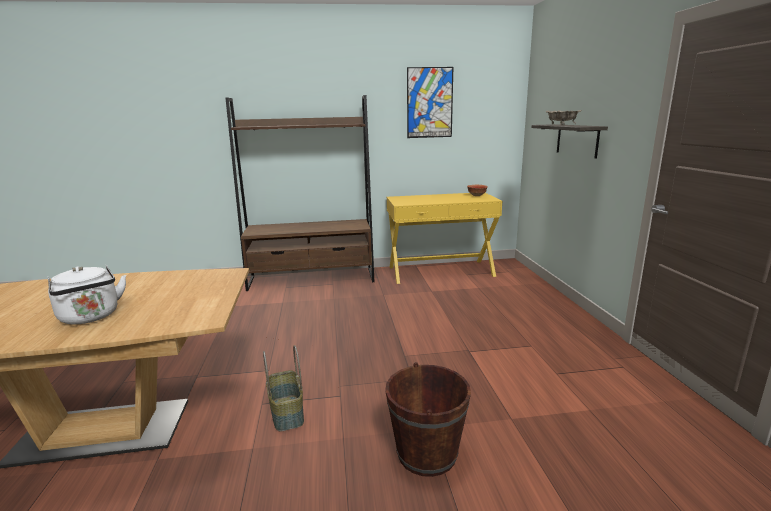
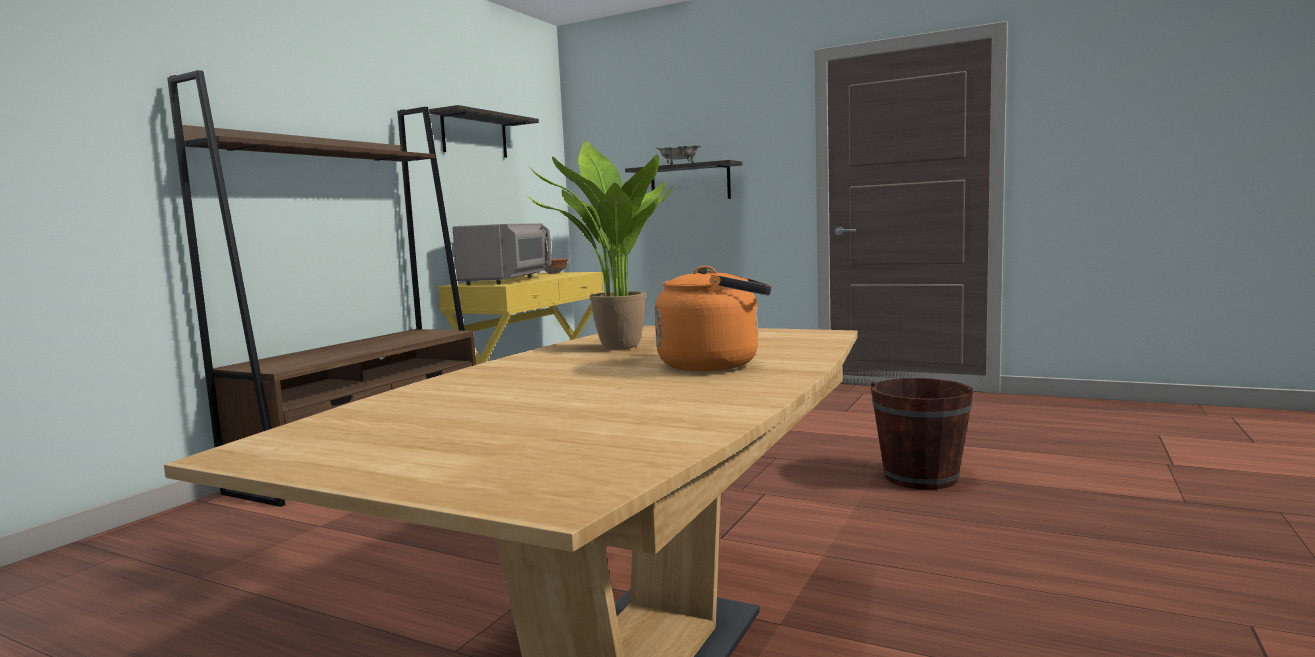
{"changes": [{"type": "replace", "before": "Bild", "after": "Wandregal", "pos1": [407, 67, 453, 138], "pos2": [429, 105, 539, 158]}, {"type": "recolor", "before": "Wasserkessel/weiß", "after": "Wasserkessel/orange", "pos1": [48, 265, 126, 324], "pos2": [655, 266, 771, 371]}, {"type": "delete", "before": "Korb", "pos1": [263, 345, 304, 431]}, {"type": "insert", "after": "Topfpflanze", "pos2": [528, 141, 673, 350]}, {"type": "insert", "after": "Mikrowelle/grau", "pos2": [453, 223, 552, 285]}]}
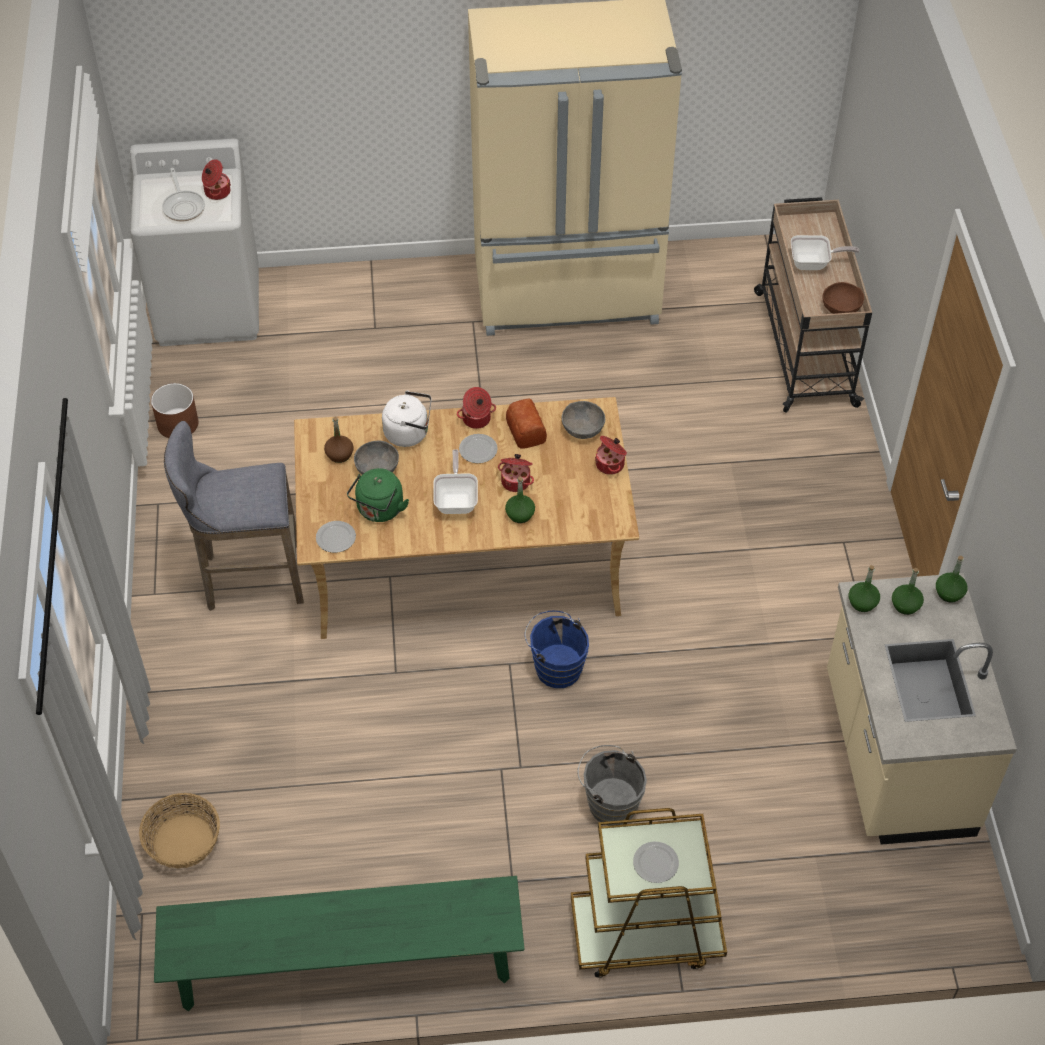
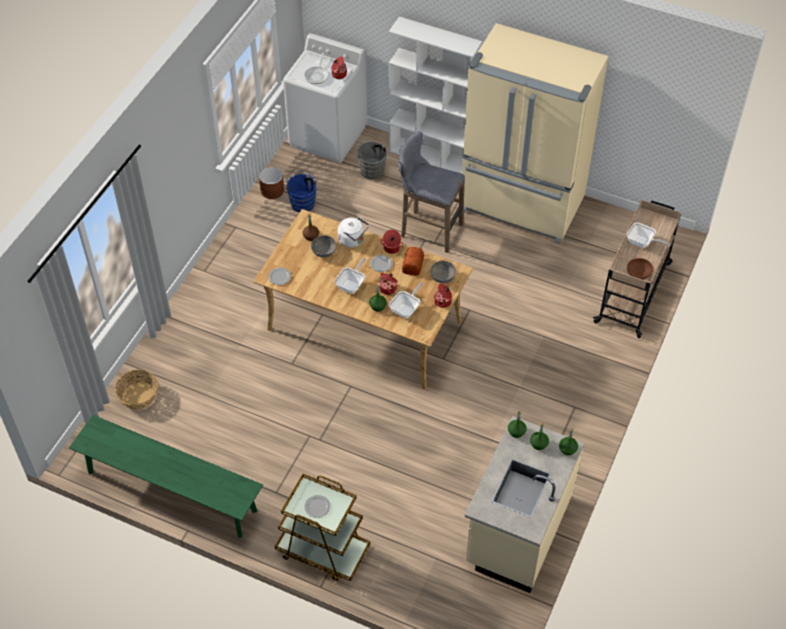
{"changes": [{"type": "move", "before": "Hocker/grau", "pos1": [164, 421, 304, 611], "pos2": [398, 131, 465, 253]}, {"type": "delete", "before": "Wasserkessel/grün", "pos1": [347, 468, 409, 522]}, {"type": "move", "before": "Eimer/blau", "pos1": [525, 611, 589, 688], "pos2": [285, 171, 318, 212]}, {"type": "move", "before": "Eimer/grau", "pos1": [577, 745, 647, 826], "pos2": [356, 139, 387, 180]}, {"type": "insert", "after": "Bücherregal/weiß", "pos2": [389, 17, 482, 174]}, {"type": "insert", "after": "Pfanne", "pos2": [389, 283, 423, 318]}]}
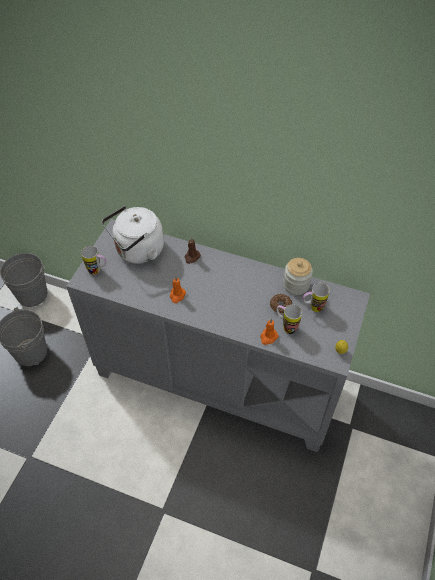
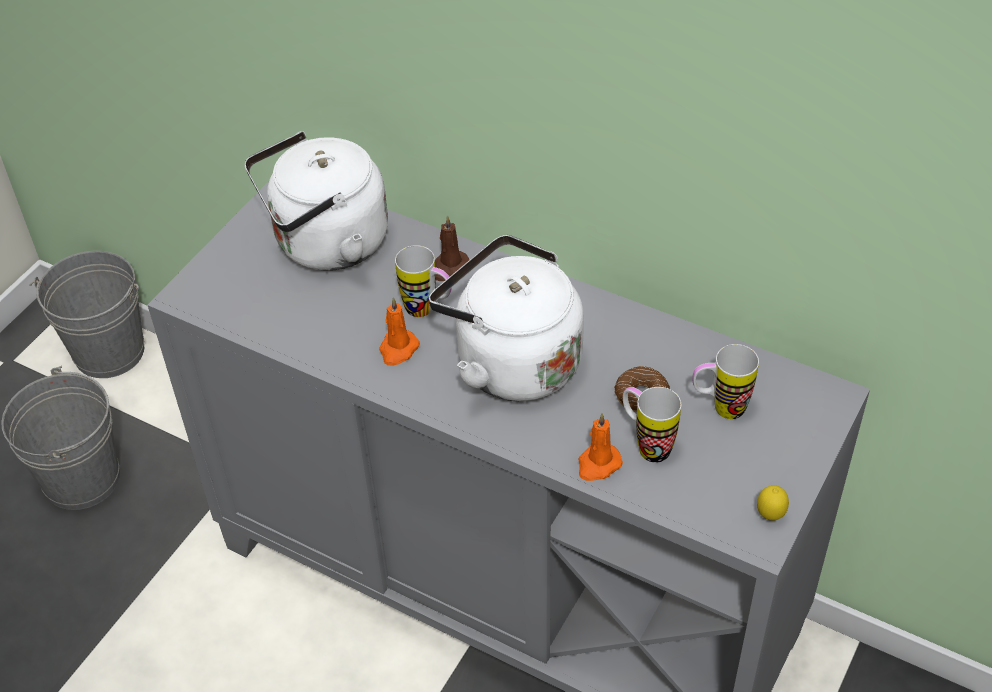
{"changes": [{"type": "move", "before": "Henkelbecher", "pos1": [81, 246, 106, 275], "pos2": [395, 245, 452, 317]}, {"type": "delete", "before": "Vorratsglas", "pos1": [283, 258, 313, 295]}, {"type": "insert", "after": "Wasserkessel/weiß", "pos2": [429, 235, 584, 401]}]}
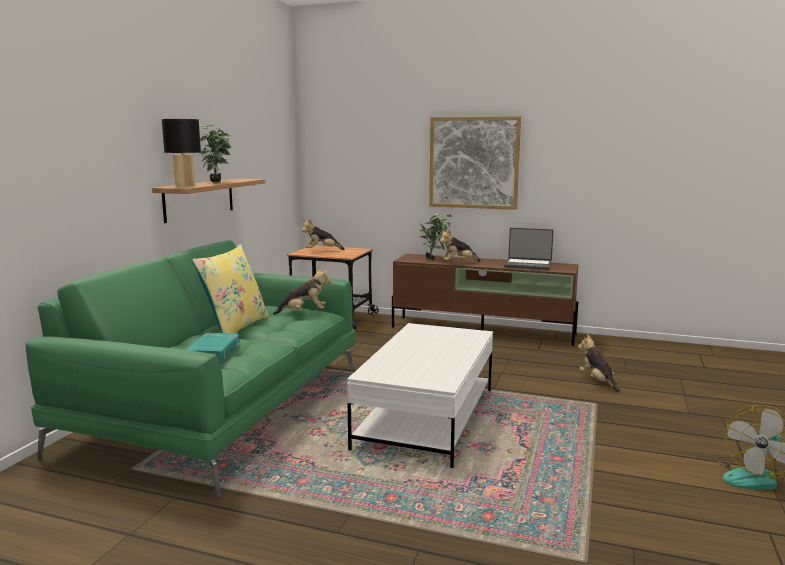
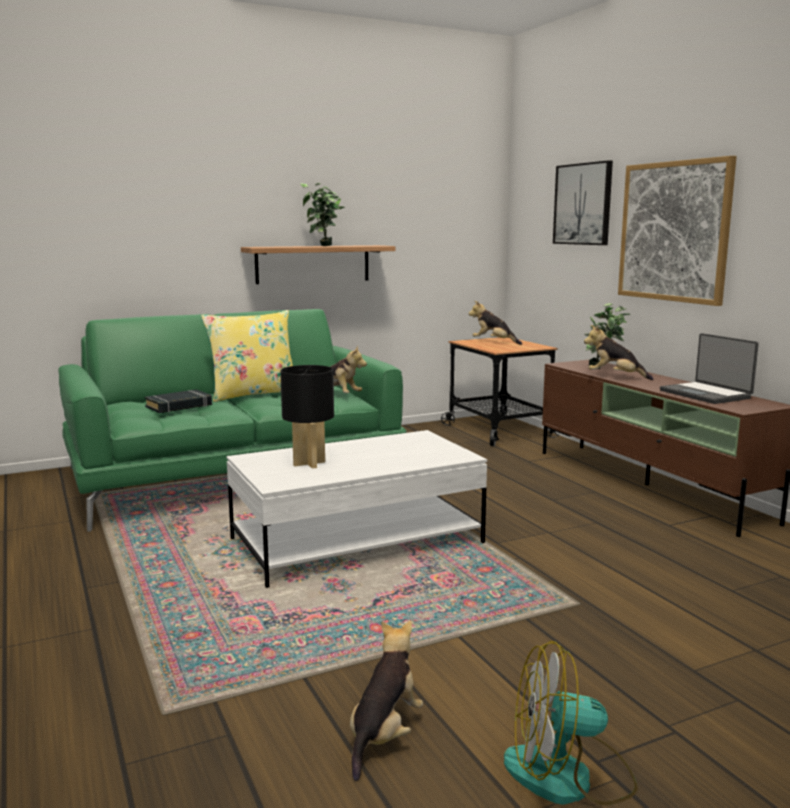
{"changes": [{"type": "move", "before": "Tischlampe/schwarz", "pos1": [162, 119, 201, 187], "pos2": [280, 365, 334, 469]}, {"type": "recolor", "before": "Buch/türkis", "after": "Buch/schwarz", "pos1": [185, 333, 239, 361], "pos2": [145, 389, 212, 413]}, {"type": "move", "before": "Plüschtier", "pos1": [578, 334, 621, 393], "pos2": [350, 621, 423, 781]}, {"type": "insert", "after": "Bild", "pos2": [553, 160, 613, 245]}]}
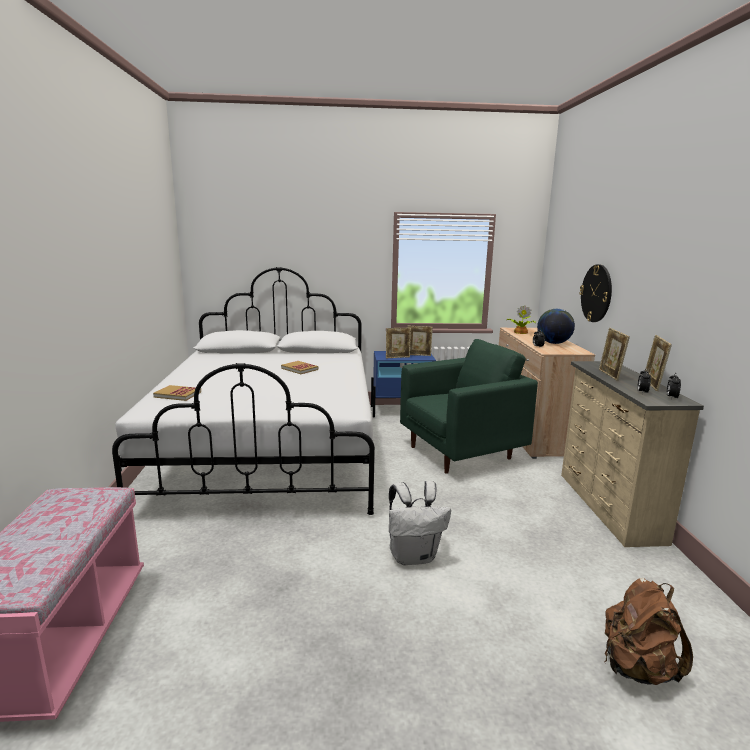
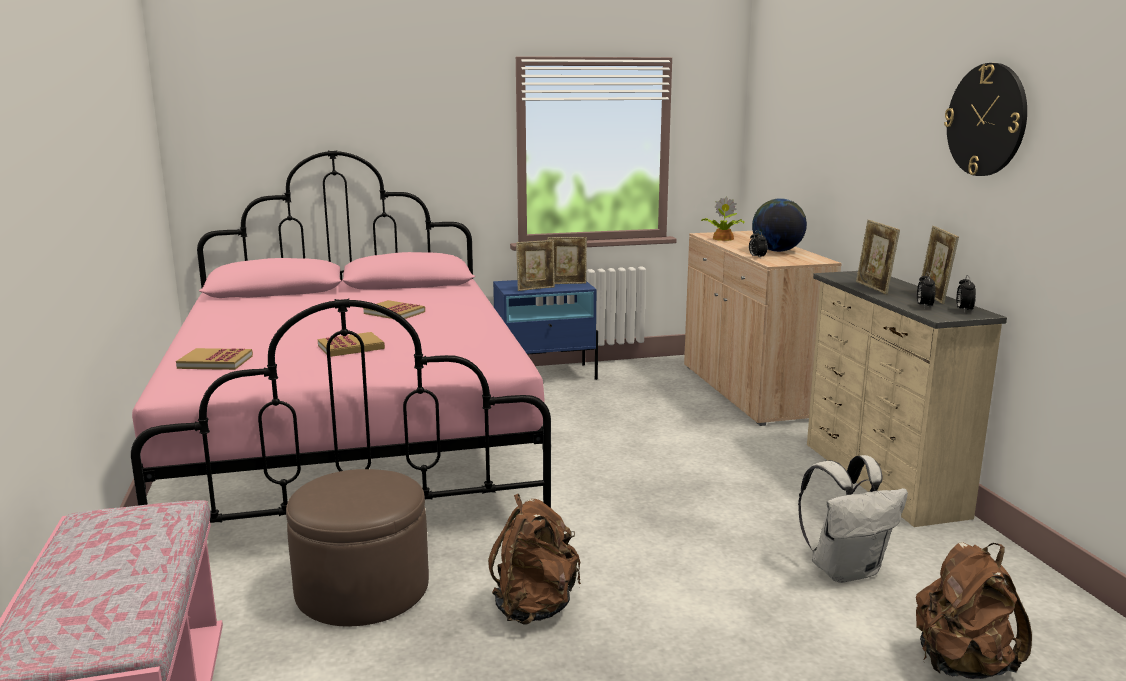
{"changes": [{"type": "move", "before": "Wanduhr", "pos1": [579, 265, 612, 322], "pos2": [944, 63, 1027, 176]}, {"type": "recolor", "before": "Bett/weiß", "after": "Bett/rosa", "pos1": [112, 267, 375, 515], "pos2": [131, 150, 551, 523]}, {"type": "delete", "before": "Sessel/grün", "pos1": [400, 339, 538, 474]}, {"type": "move", "before": "Rucksack/weiß", "pos1": [389, 481, 451, 565], "pos2": [798, 455, 908, 583]}, {"type": "insert", "after": "Buch", "pos2": [318, 332, 385, 357]}, {"type": "insert", "after": "Polsterhocker/braun", "pos2": [286, 469, 429, 626]}, {"type": "insert", "after": "Rucksack/braun", "pos2": [488, 494, 581, 625]}]}
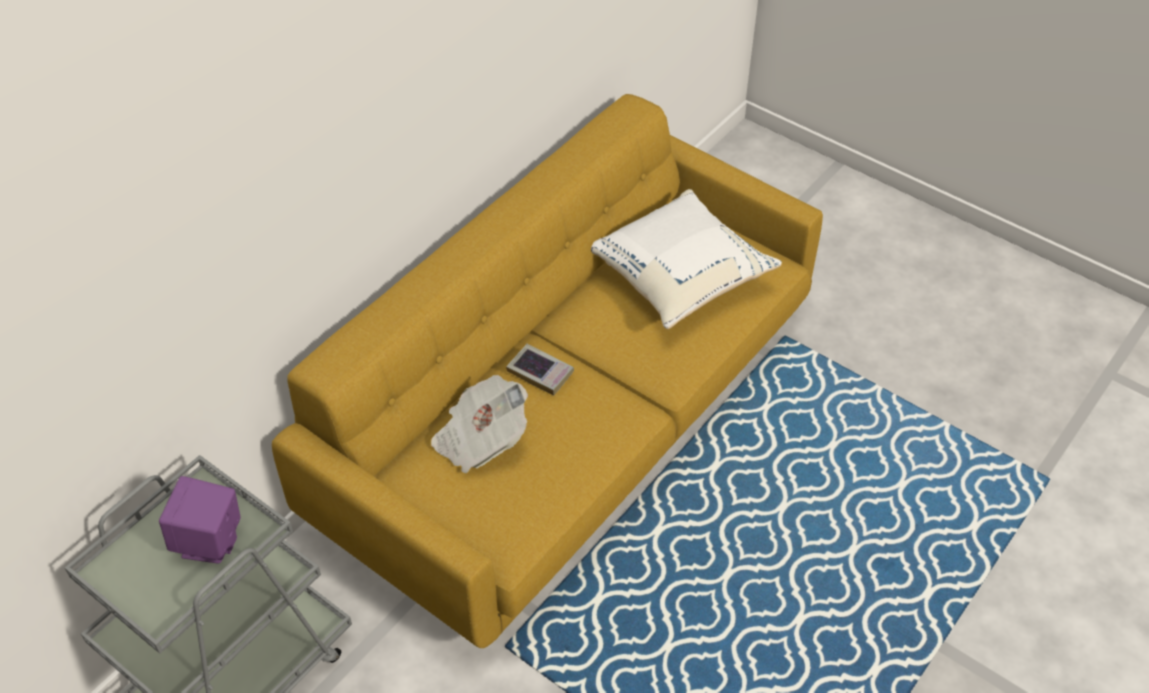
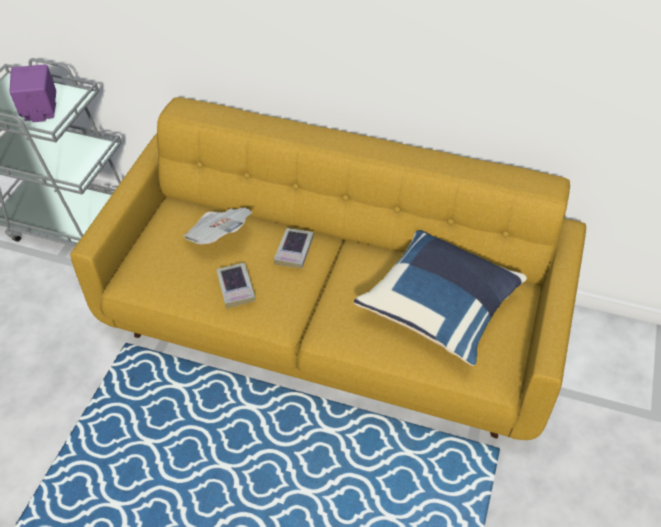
{"changes": [{"type": "recolor", "before": "Kissen/weiß", "after": "Kissen/blau", "pos1": [591, 189, 782, 329], "pos2": [354, 230, 527, 366]}, {"type": "insert", "after": "Buch", "pos2": [216, 263, 256, 308]}]}
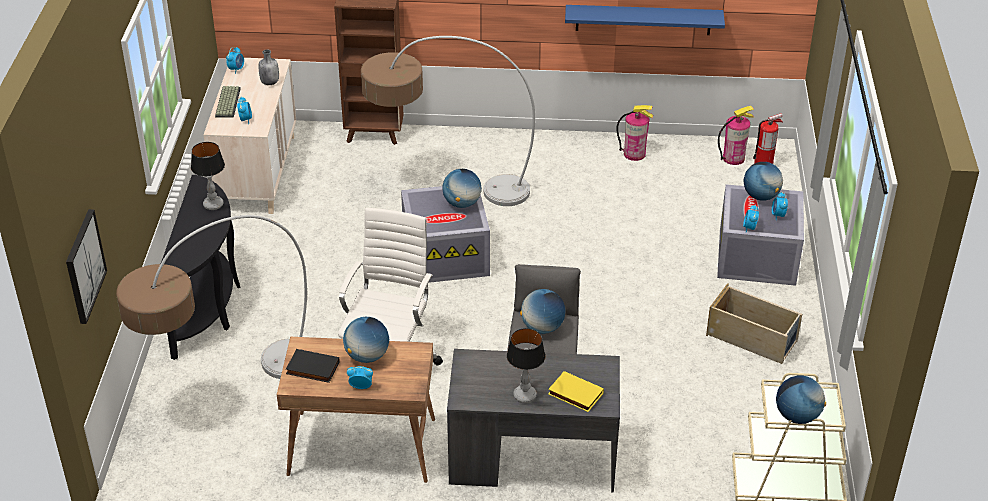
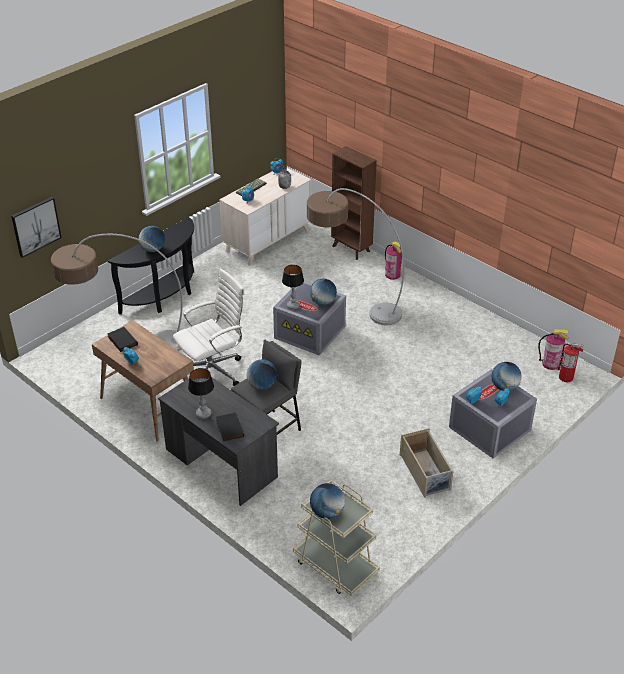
{"changes": [{"type": "delete", "before": "Wandregal/blau", "pos1": [565, 5, 725, 35]}, {"type": "move", "before": "Feuerlöscher", "pos1": [617, 105, 653, 161], "pos2": [385, 241, 403, 280]}, {"type": "move", "before": "Tischlampe", "pos1": [191, 142, 225, 210], "pos2": [282, 265, 304, 309]}, {"type": "move", "before": "Globus", "pos1": [343, 317, 389, 363], "pos2": [138, 226, 165, 252]}, {"type": "recolor", "before": "Buch/gelb", "after": "Buch/schwarz", "pos1": [548, 371, 604, 412], "pos2": [216, 412, 244, 441]}]}
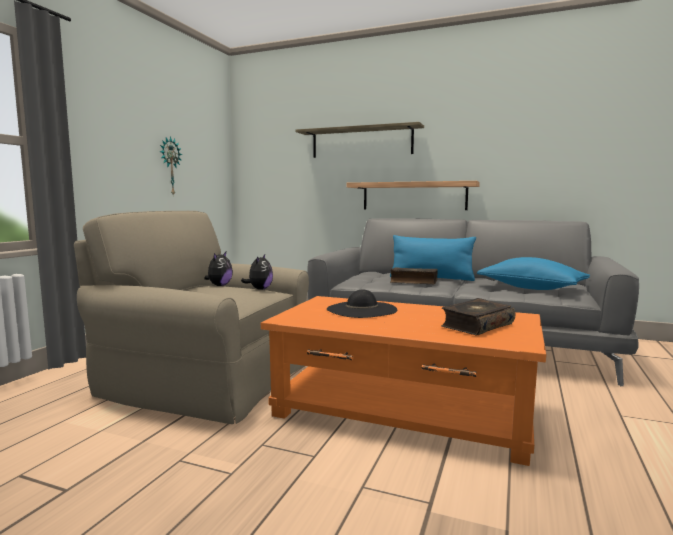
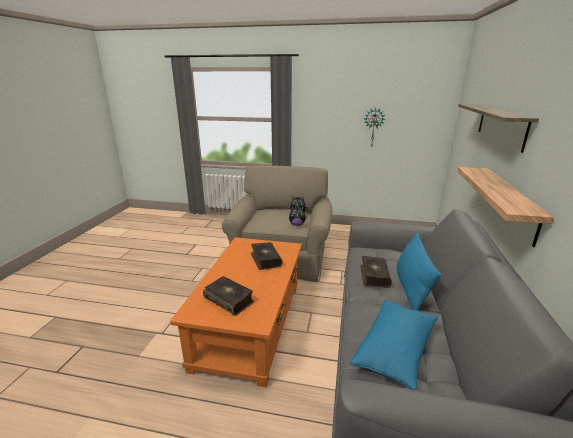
{"changes": [{"type": "replace", "before": "Hut/schwarz", "after": "Buch", "pos1": [327, 289, 397, 318], "pos2": [251, 242, 283, 270]}]}
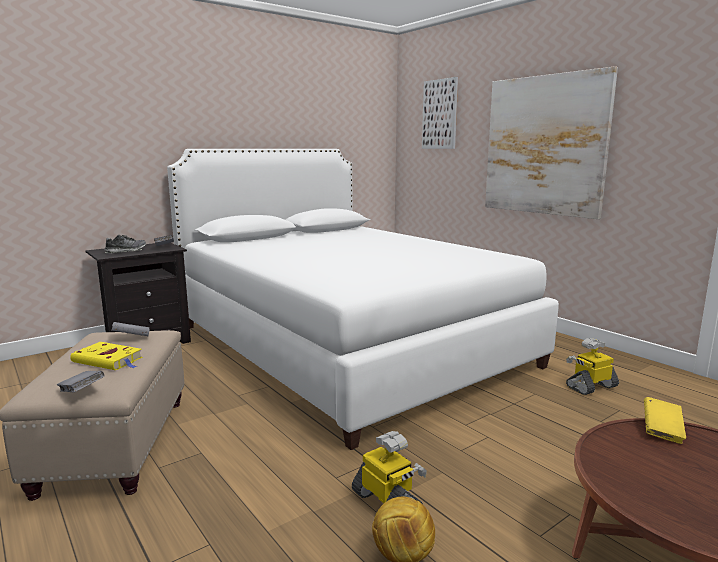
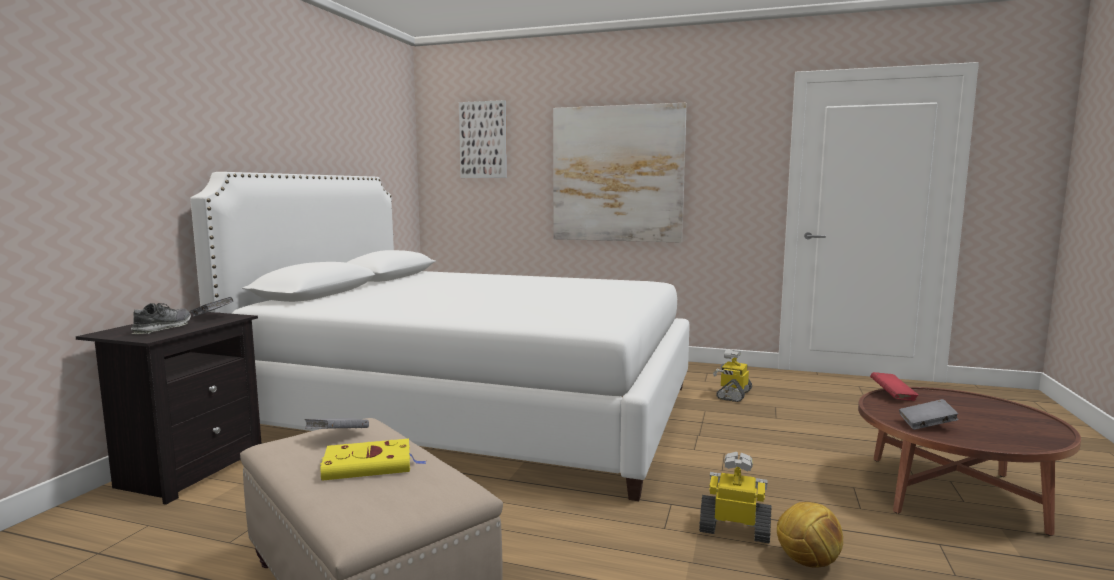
{"changes": [{"type": "move", "before": "Buch/grau", "pos1": [57, 371, 105, 393], "pos2": [899, 399, 959, 430]}, {"type": "recolor", "before": "Buch/gelb", "after": "Buch/rot", "pos1": [644, 397, 686, 444], "pos2": [870, 372, 919, 401]}]}
